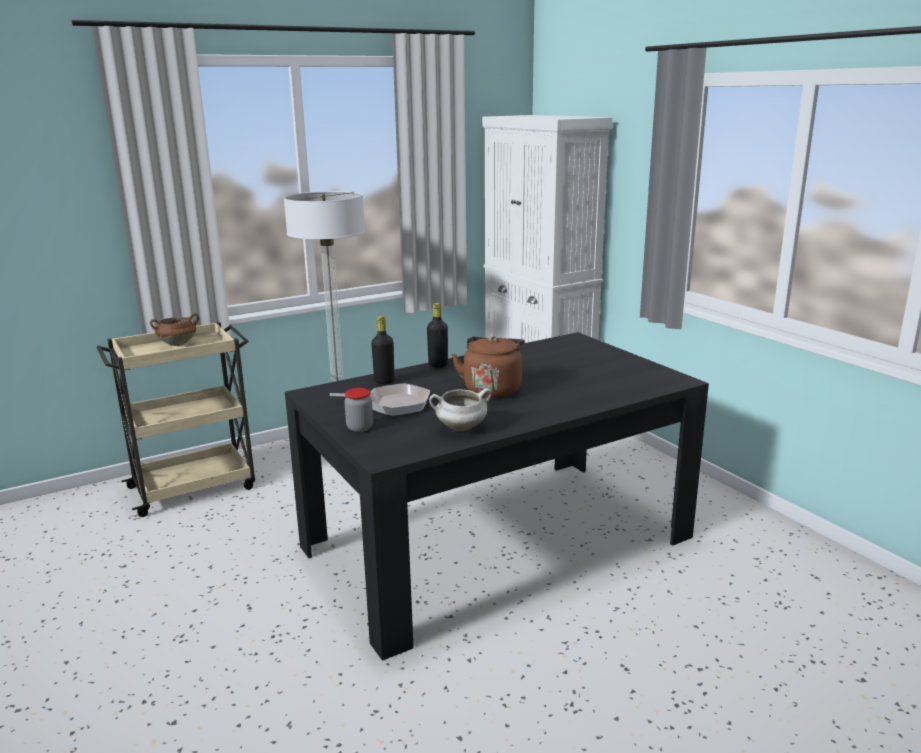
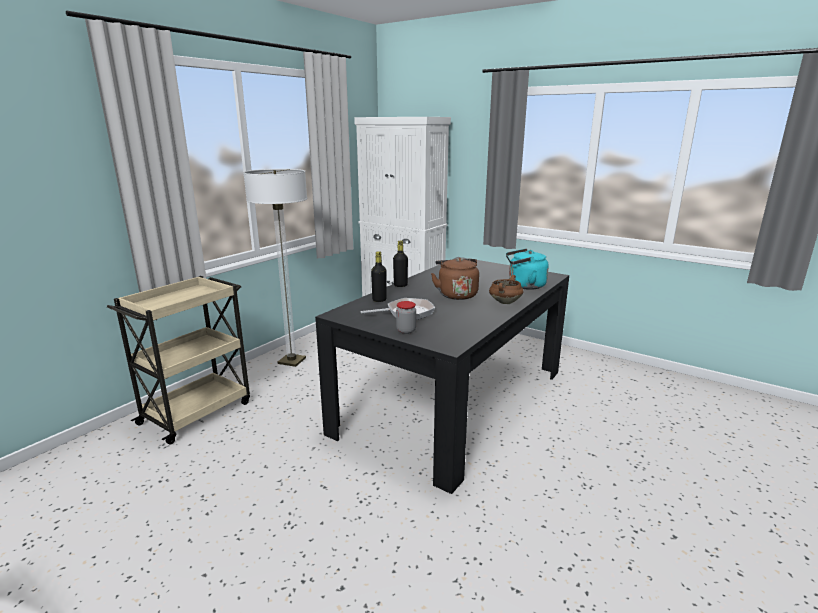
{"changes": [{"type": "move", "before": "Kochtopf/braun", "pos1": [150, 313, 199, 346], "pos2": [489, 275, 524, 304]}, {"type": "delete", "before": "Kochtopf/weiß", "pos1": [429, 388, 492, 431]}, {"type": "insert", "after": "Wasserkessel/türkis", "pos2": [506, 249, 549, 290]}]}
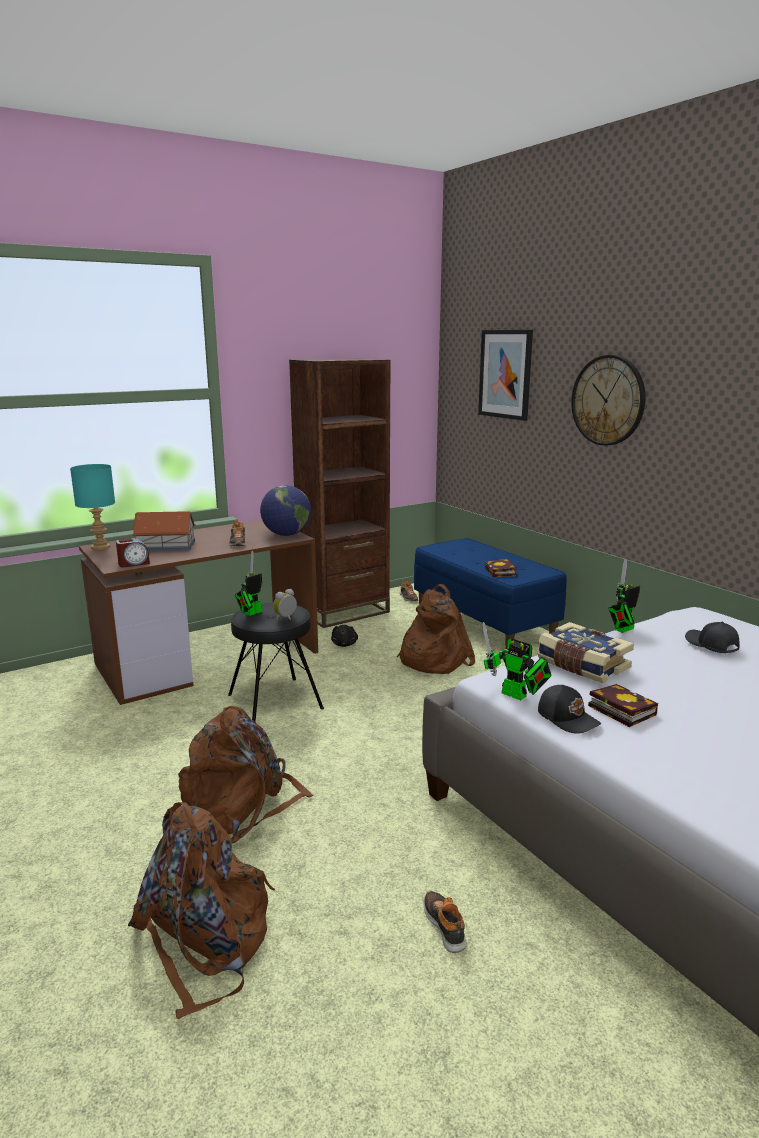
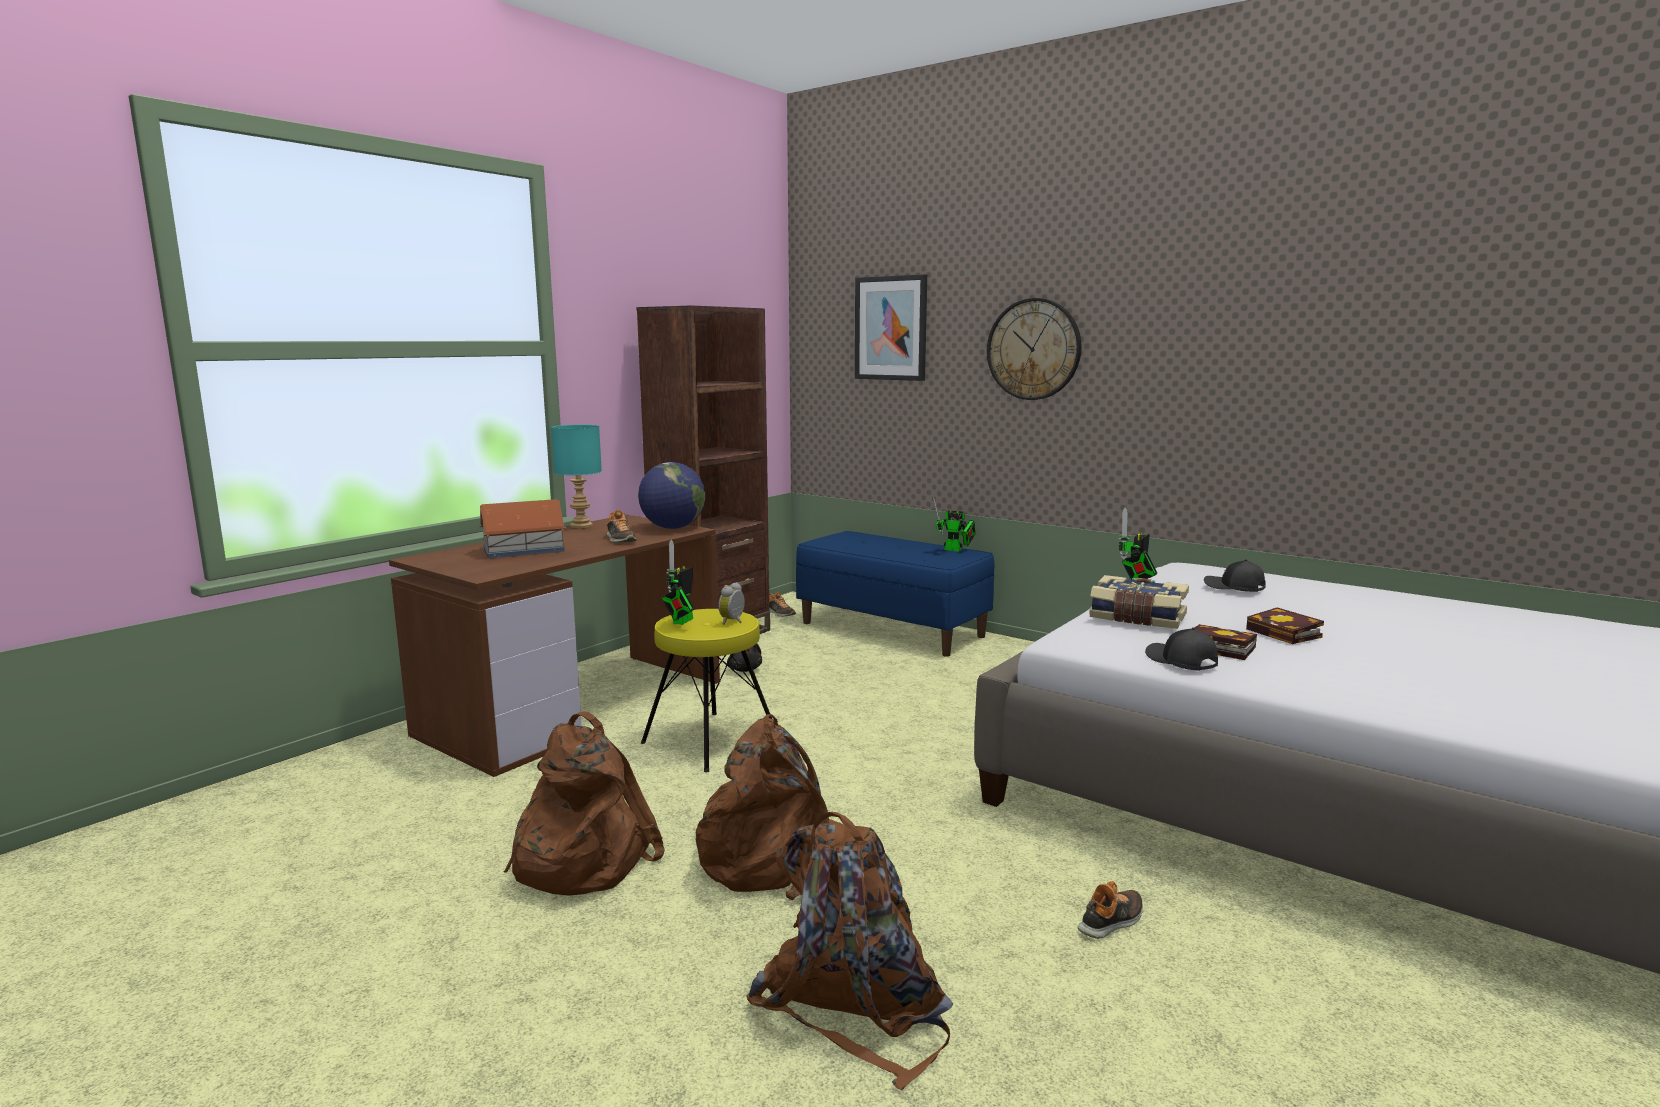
{"changes": [{"type": "move", "before": "Tischlampe/türkis", "pos1": [70, 464, 115, 550], "pos2": [551, 425, 602, 529]}, {"type": "delete", "before": "Wecker", "pos1": [116, 538, 150, 567]}, {"type": "move", "before": "Buch", "pos1": [485, 559, 517, 577], "pos2": [1246, 608, 1324, 644]}, {"type": "move", "before": "Rucksack/braun", "pos1": [397, 584, 475, 674], "pos2": [504, 711, 665, 896]}, {"type": "recolor", "before": "Hocker/schwarz", "after": "Hocker/gelb", "pos1": [228, 603, 324, 722], "pos2": [641, 609, 772, 773]}, {"type": "move", "before": "Spielzeugroboter", "pos1": [482, 622, 551, 700], "pos2": [933, 497, 975, 552]}, {"type": "rotate", "before": "Kappe/schwarz", "pos1": [538, 685, 601, 734], "pos2": [1145, 627, 1218, 671], "turn": -150}, {"type": "rotate", "before": "Schuh", "pos1": [424, 891, 467, 953], "pos2": [1078, 881, 1143, 939], "turn": 90}]}
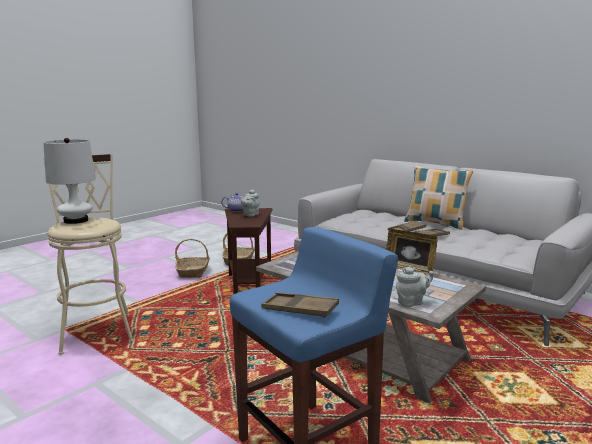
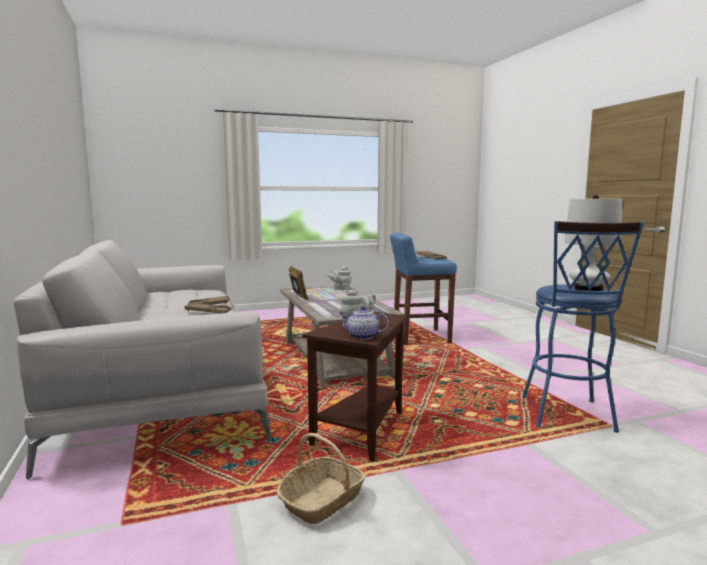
{"changes": [{"type": "recolor", "before": "Hocker/beige", "after": "Hocker/blau", "pos1": [43, 154, 134, 355], "pos2": [522, 221, 644, 433]}, {"type": "delete", "before": "Kissen", "pos1": [404, 165, 473, 230]}, {"type": "delete", "before": "Korb", "pos1": [175, 239, 210, 278]}]}
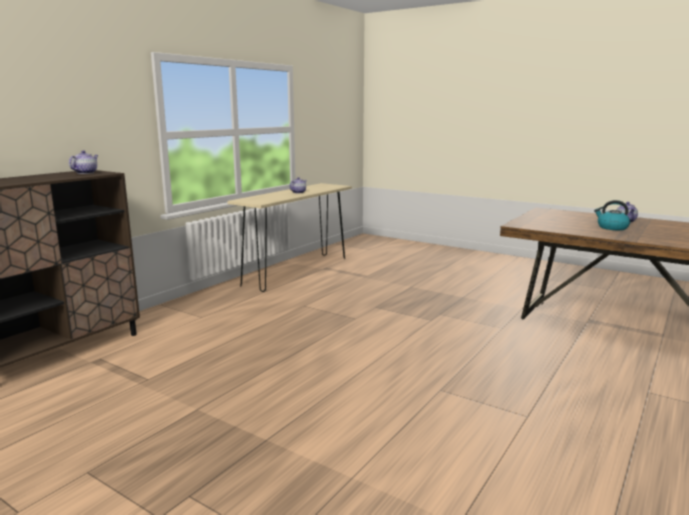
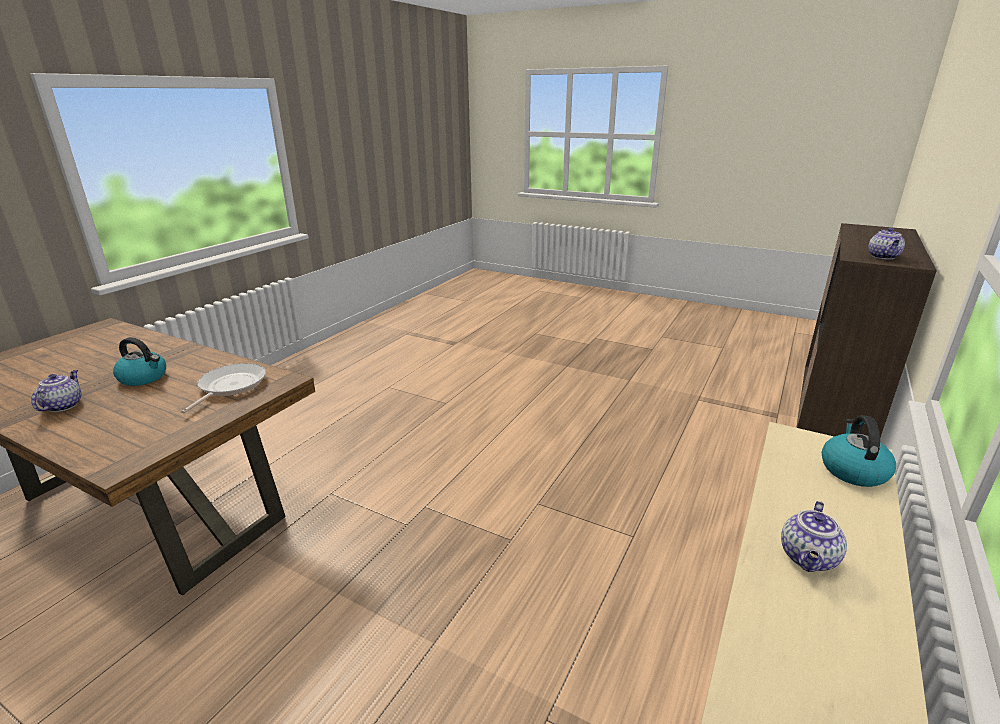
{"changes": [{"type": "insert", "after": "Pfanne", "pos2": [181, 363, 266, 413]}, {"type": "insert", "after": "Wasserkessel", "pos2": [822, 415, 896, 487]}]}
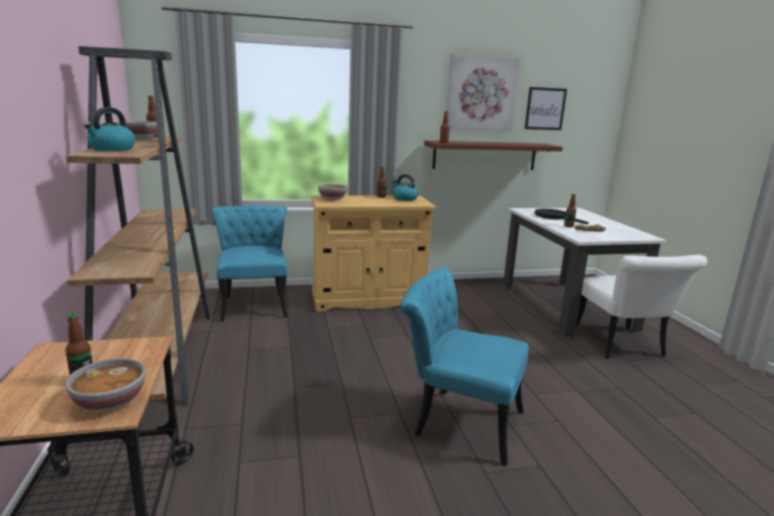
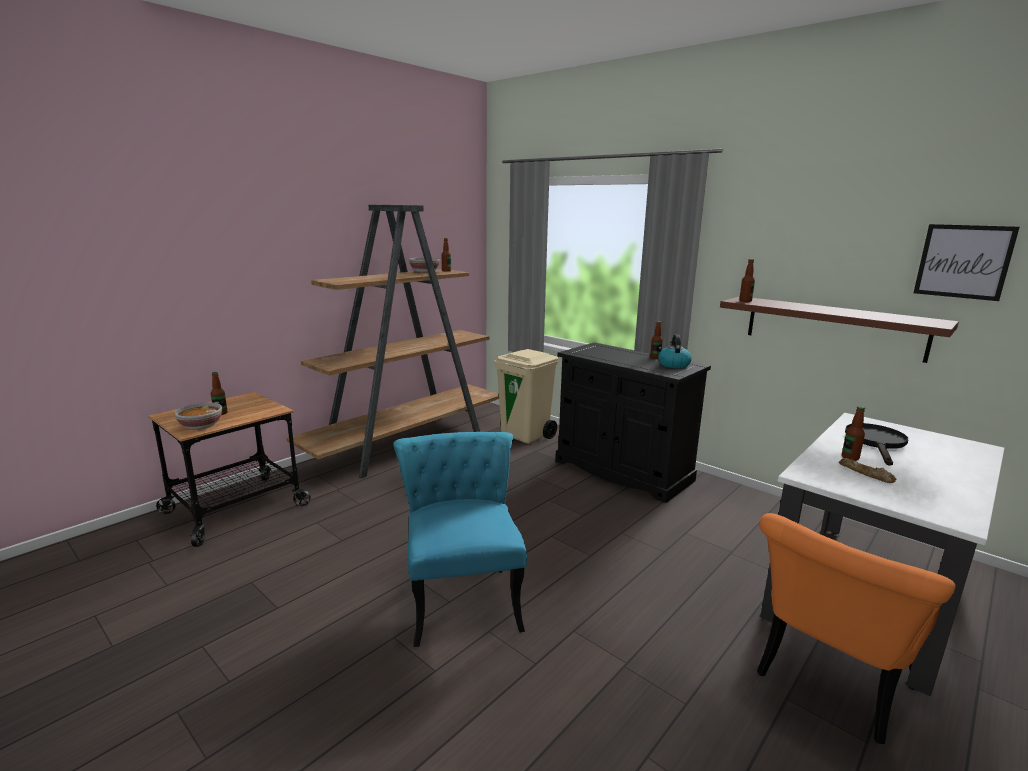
{"changes": [{"type": "delete", "before": "Bild", "pos1": [447, 54, 520, 132]}, {"type": "delete", "before": "Wasserkessel", "pos1": [84, 107, 135, 151]}, {"type": "delete", "before": "Schüssel", "pos1": [318, 184, 347, 200]}, {"type": "recolor", "before": "Schrank/beige", "after": "Schrank/schwarz", "pos1": [311, 195, 436, 312], "pos2": [555, 342, 711, 503]}, {"type": "replace", "before": "Stuhl/türkis", "after": "Mülleimer/beige", "pos1": [212, 205, 288, 321], "pos2": [494, 349, 559, 444]}, {"type": "recolor", "before": "Stuhl/weiß", "after": "Stuhl/orange", "pos1": [576, 255, 707, 359], "pos2": [757, 513, 956, 744]}]}
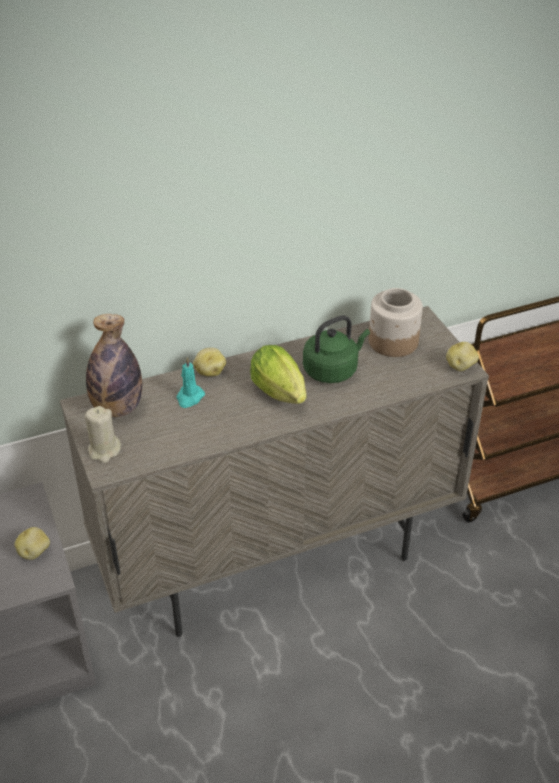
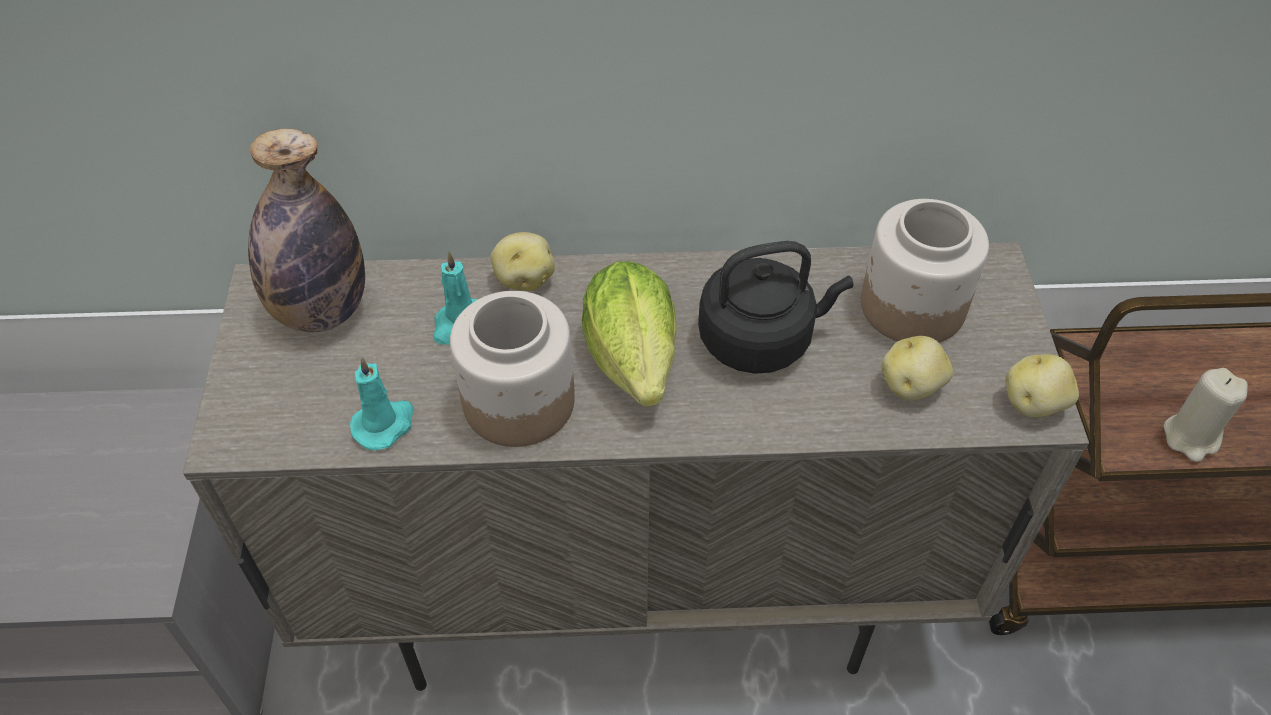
{"changes": [{"type": "recolor", "before": "Wasserkessel/grün", "after": "Wasserkessel/schwarz", "pos1": [303, 315, 370, 383], "pos2": [698, 241, 853, 374]}, {"type": "move", "before": "Kerze/beige", "pos1": [85, 406, 121, 463], "pos2": [1164, 368, 1248, 462]}, {"type": "move", "before": "Kartoffel", "pos1": [14, 527, 50, 560], "pos2": [881, 336, 953, 401]}, {"type": "insert", "after": "Vorratsglas", "pos2": [450, 291, 575, 447]}, {"type": "insert", "after": "Kerze/türkis", "pos2": [350, 357, 414, 451]}]}
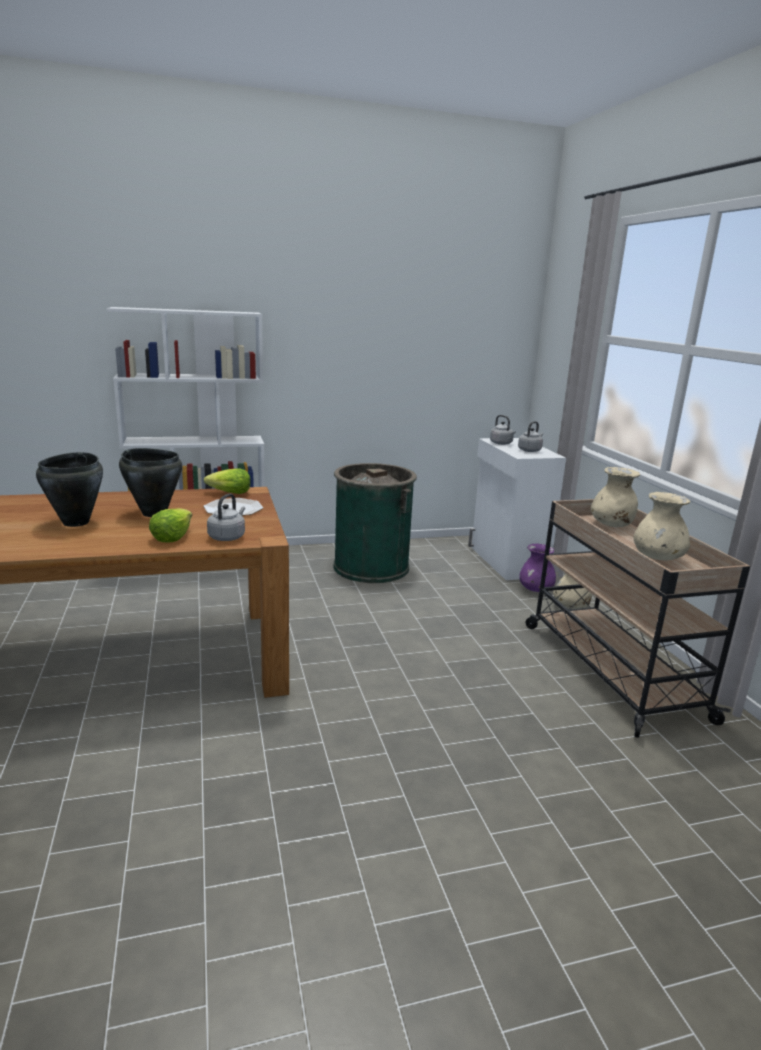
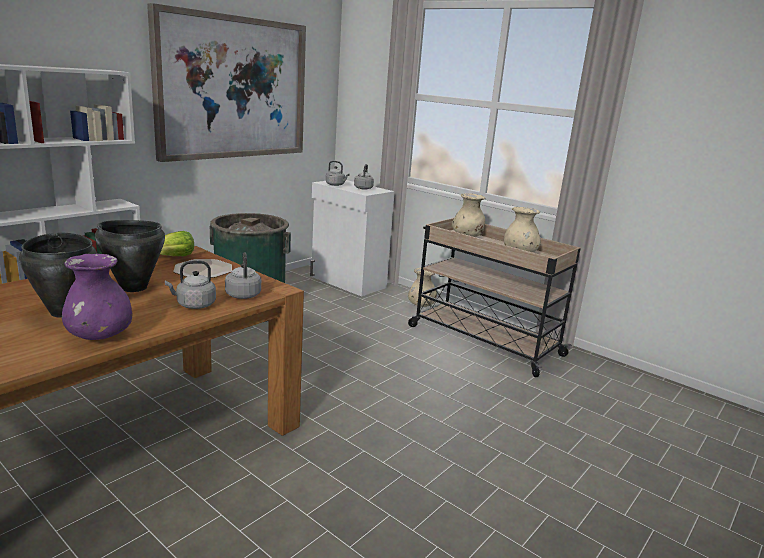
{"changes": [{"type": "replace", "before": "Salatkopf", "after": "Wasserkessel/grau", "pos1": [149, 508, 192, 542], "pos2": [165, 261, 216, 309]}, {"type": "move", "before": "Vase/lila", "pos1": [519, 543, 556, 592], "pos2": [62, 254, 132, 340]}, {"type": "insert", "after": "Bild", "pos2": [147, 3, 306, 162]}]}
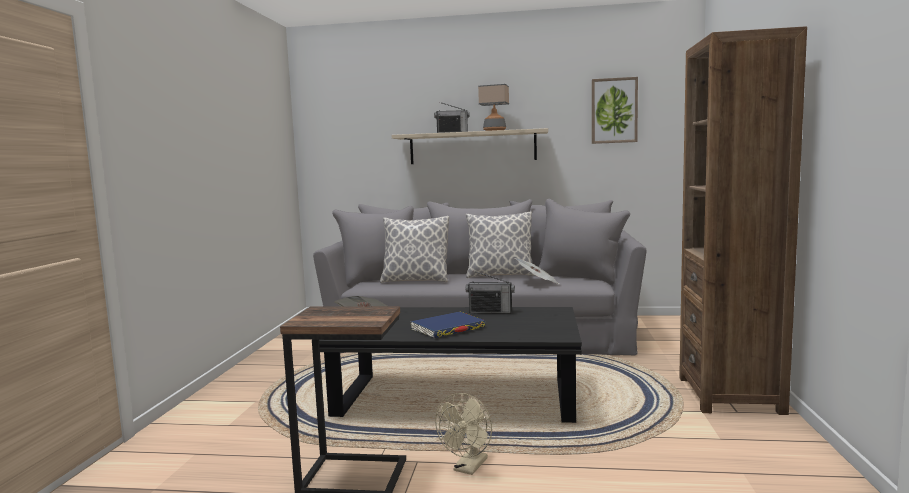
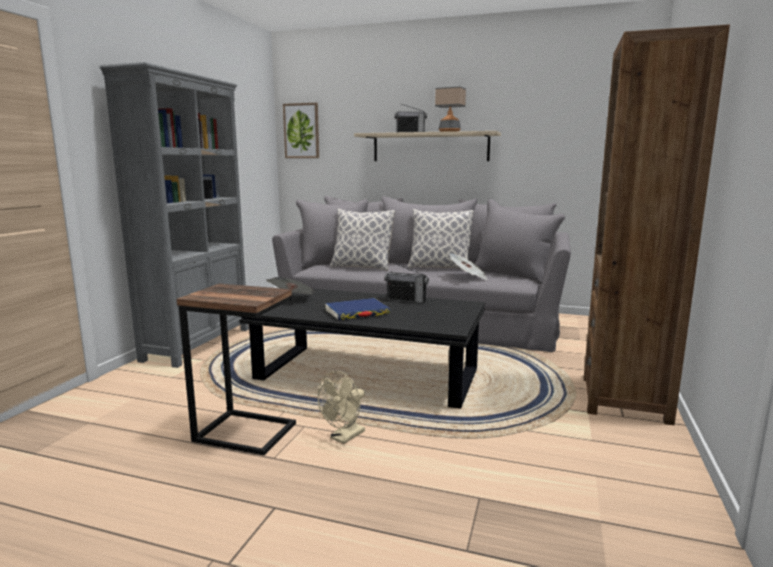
{"changes": [{"type": "move", "before": "Bild", "pos1": [592, 77, 638, 144], "pos2": [283, 103, 319, 158]}, {"type": "insert", "after": "Bücherregal/grau", "pos2": [99, 62, 249, 368]}]}
